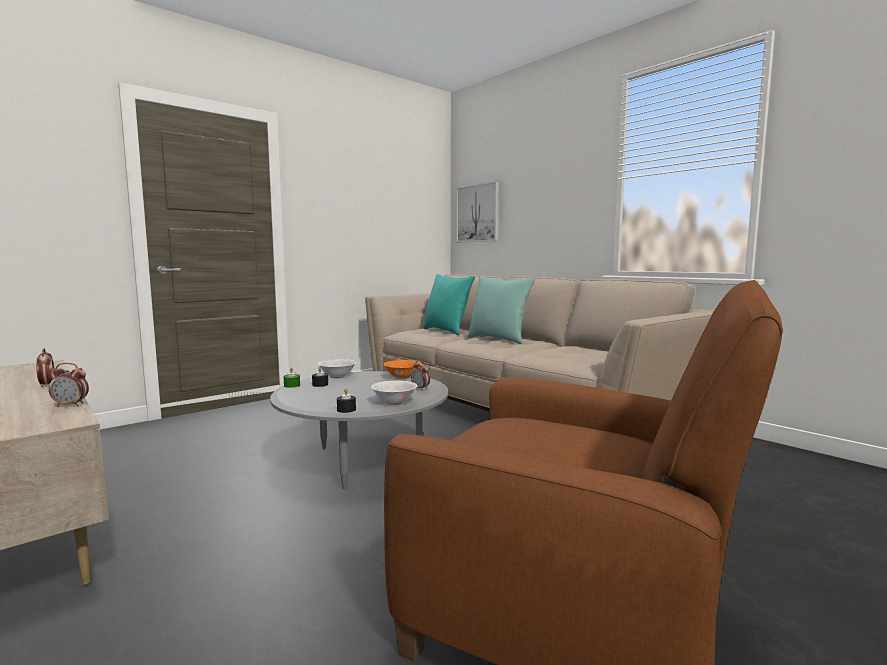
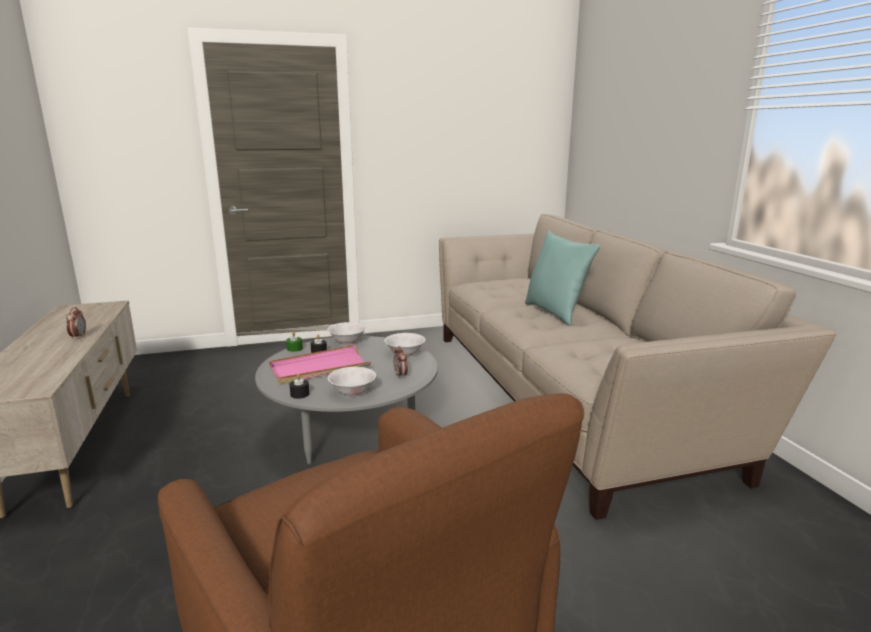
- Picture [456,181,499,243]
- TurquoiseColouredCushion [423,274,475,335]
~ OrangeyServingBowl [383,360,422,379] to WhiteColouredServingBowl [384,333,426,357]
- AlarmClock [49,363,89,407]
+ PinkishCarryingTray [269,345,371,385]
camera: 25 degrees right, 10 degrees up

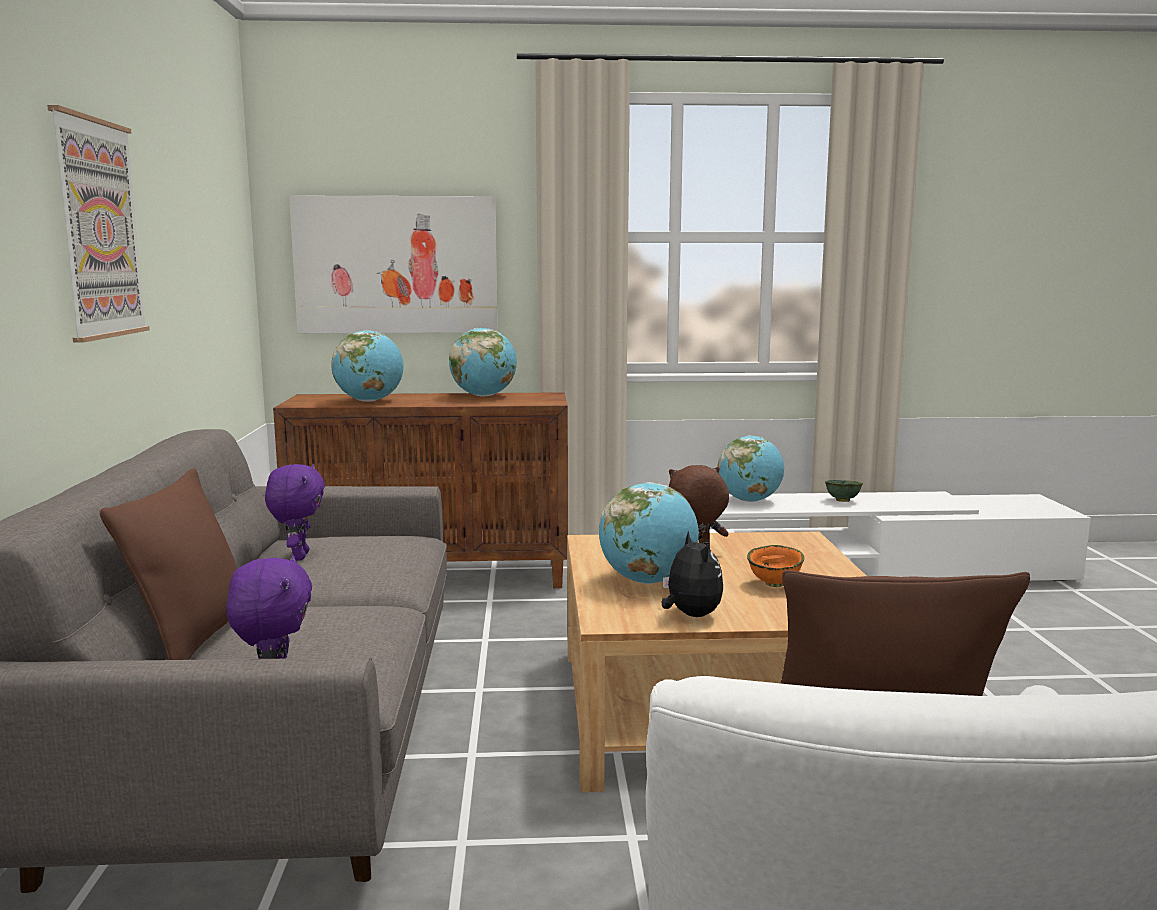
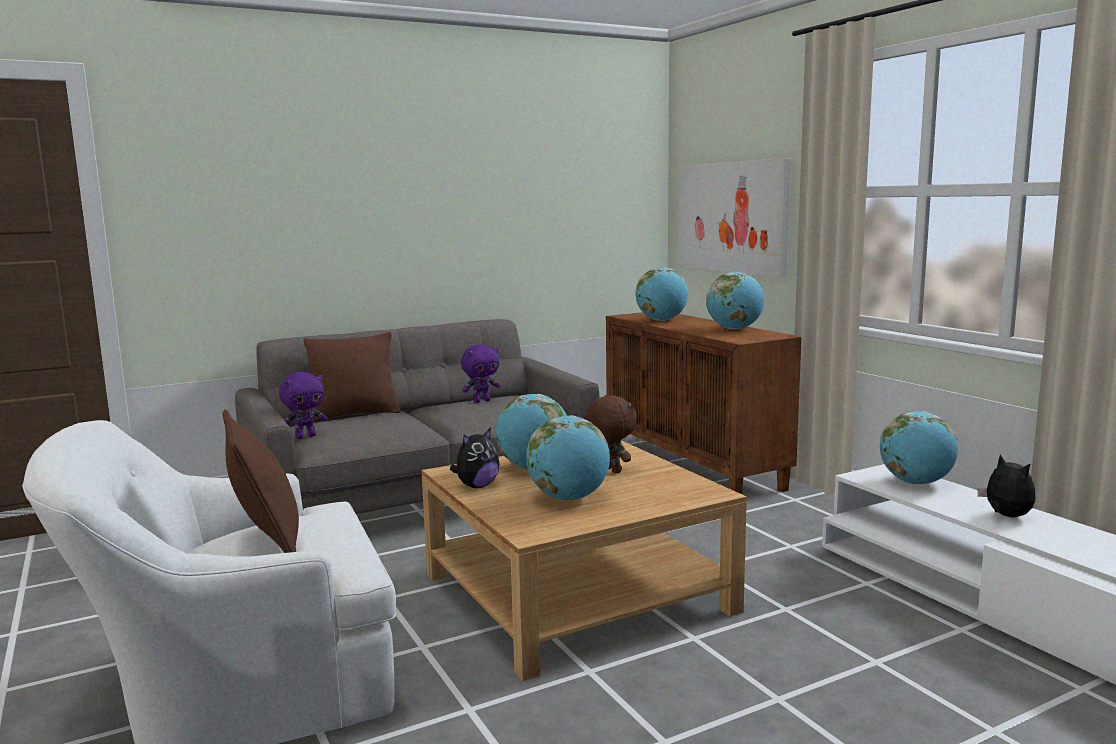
- Picture [47,105,150,343]
~ GreenColouredServingBowl [825,480,863,502] to PlushToy [978,454,1035,517]
~ OrangeyServingBowl [747,545,804,587] to Globe [526,415,610,501]
camera: 65 degrees right, 0 degrees up

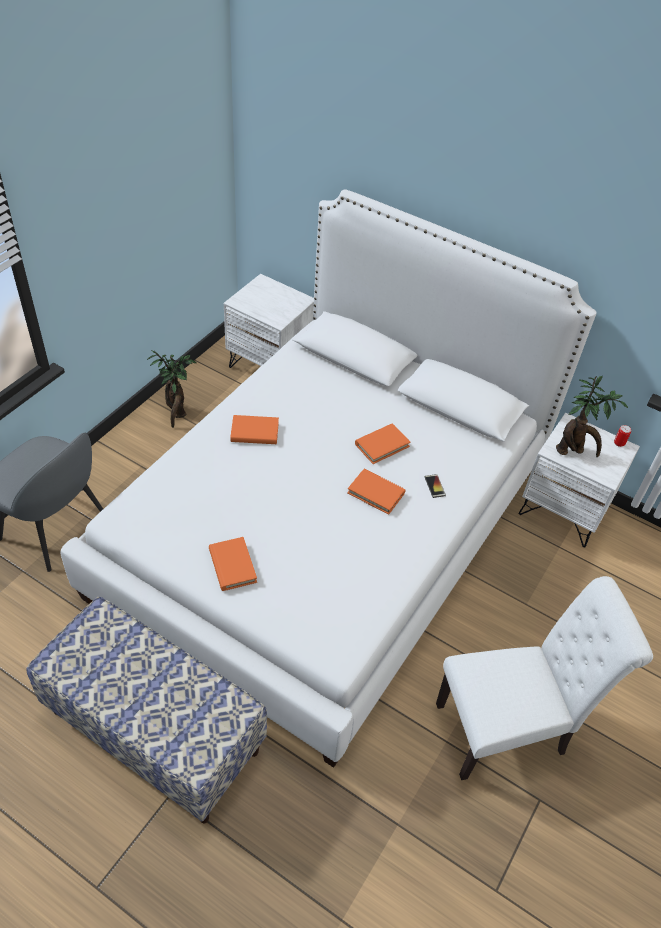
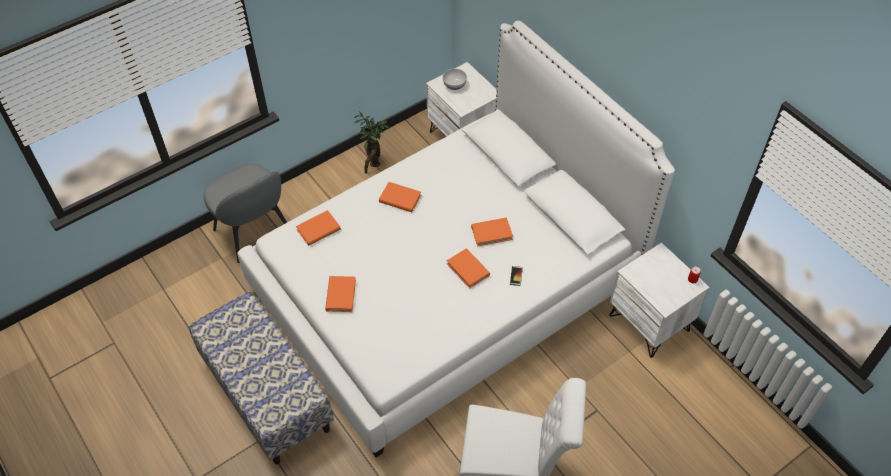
- Houseplant [556,376,628,457]
+ ServingBowl [443,69,467,90]
+ OrangeyVolume [296,210,341,246]
camera: 25 degrees right, 5 degrees up

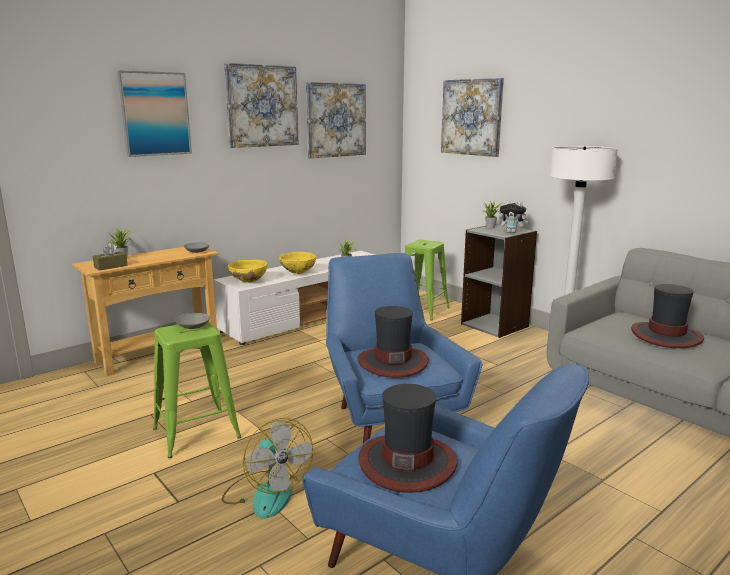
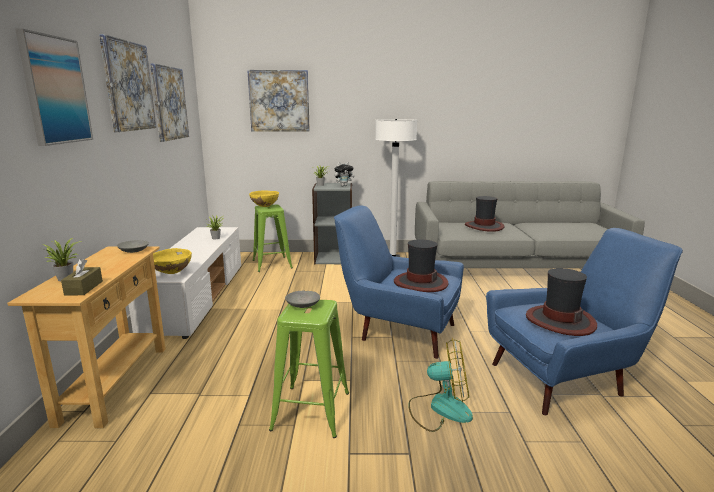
~ YellowishServingBowl [279,252,316,274] to [249,190,279,207]
camera: 50 degrees left, 0 degrees up

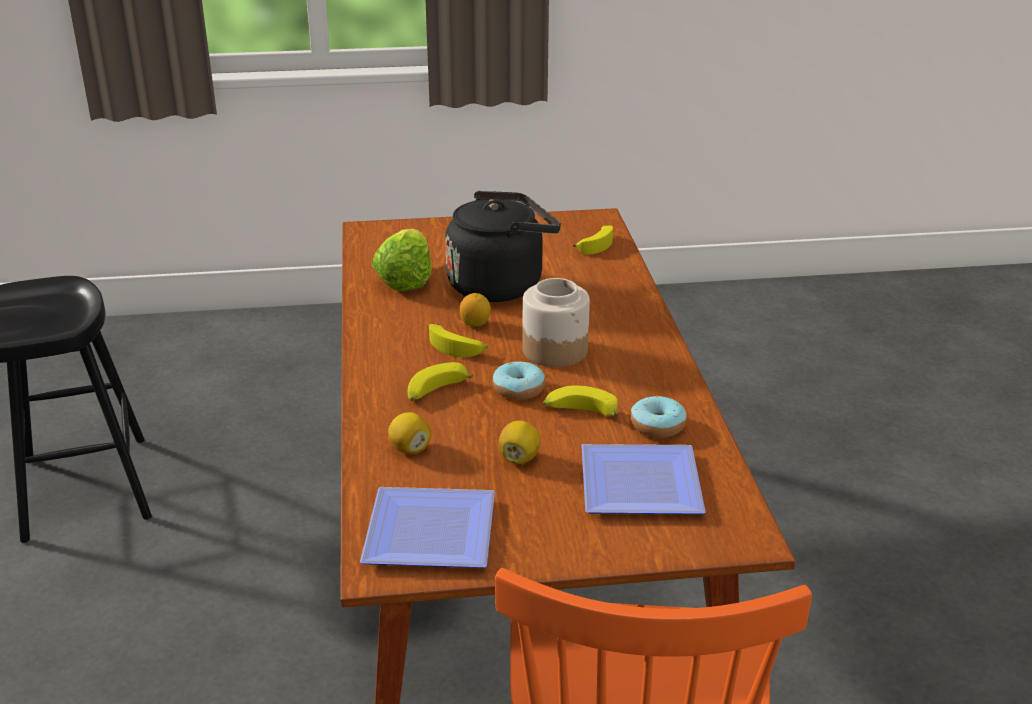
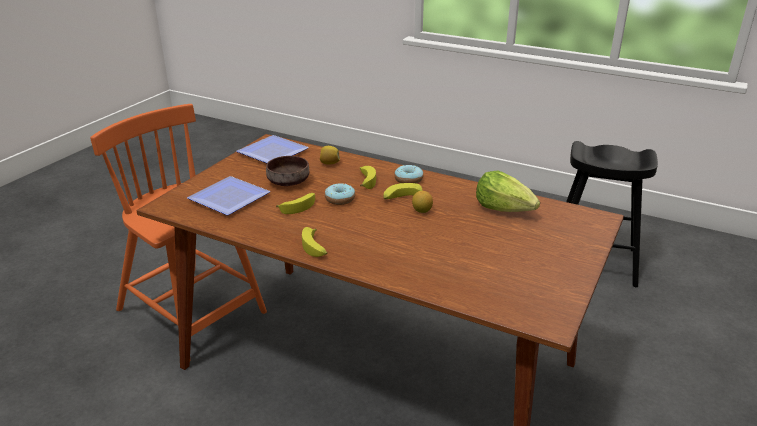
- BlackKettle [445,191,561,302]
~ Banana [573,225,613,255] to [302,227,327,257]
- StorageJar [523,278,590,367]
~ RingDoughnut [631,396,686,438] to [394,165,423,184]
~ Lemon [498,421,541,464] to BrownColouredServingBowl [266,156,309,186]
camera: 125 degrees right, 0 degrees up

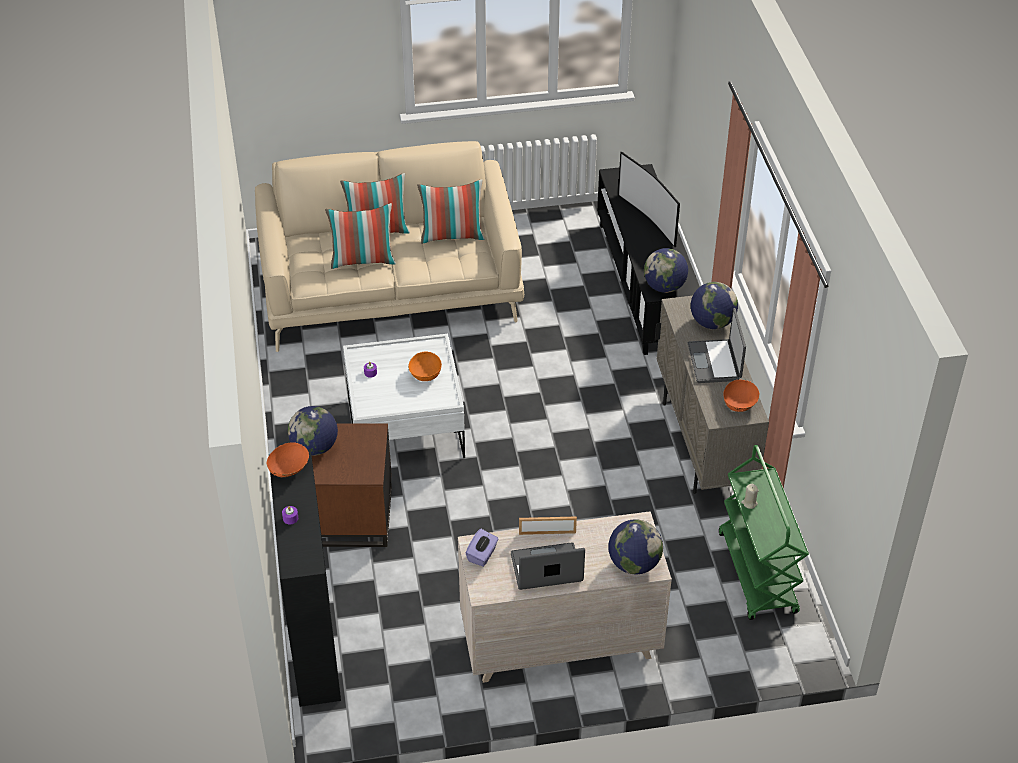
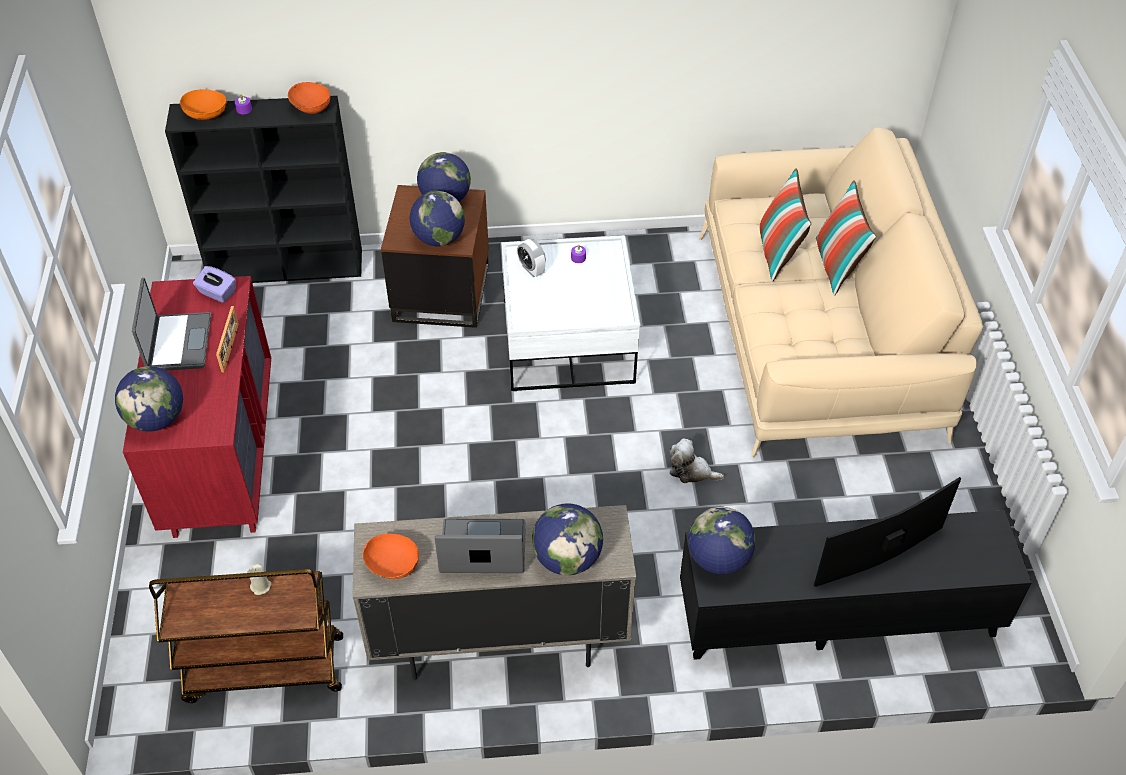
- Cushion [417,179,485,244]
~ OrangeyServingBowl [408,351,442,381] to [180,89,227,120]
~ GreenColouredCart [719,445,809,620] to BrownColouredCart [149,569,343,703]
~ SandColouredDrawerChest [458,511,672,683] to RedDrawerChest [123,276,271,538]
+ Globe [410,191,465,246]
+ AlarmClock [517,239,546,277]
+ PlushToy [670,438,724,483]
camera: 95 degrees right, 5 degrees up

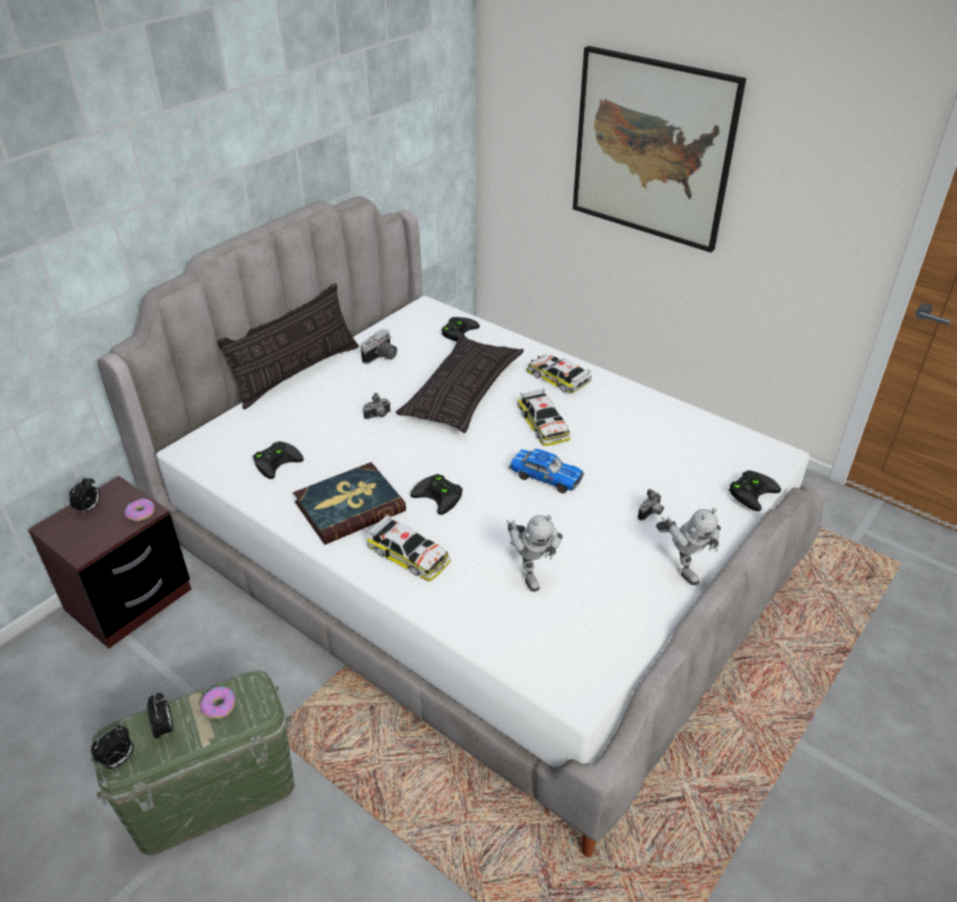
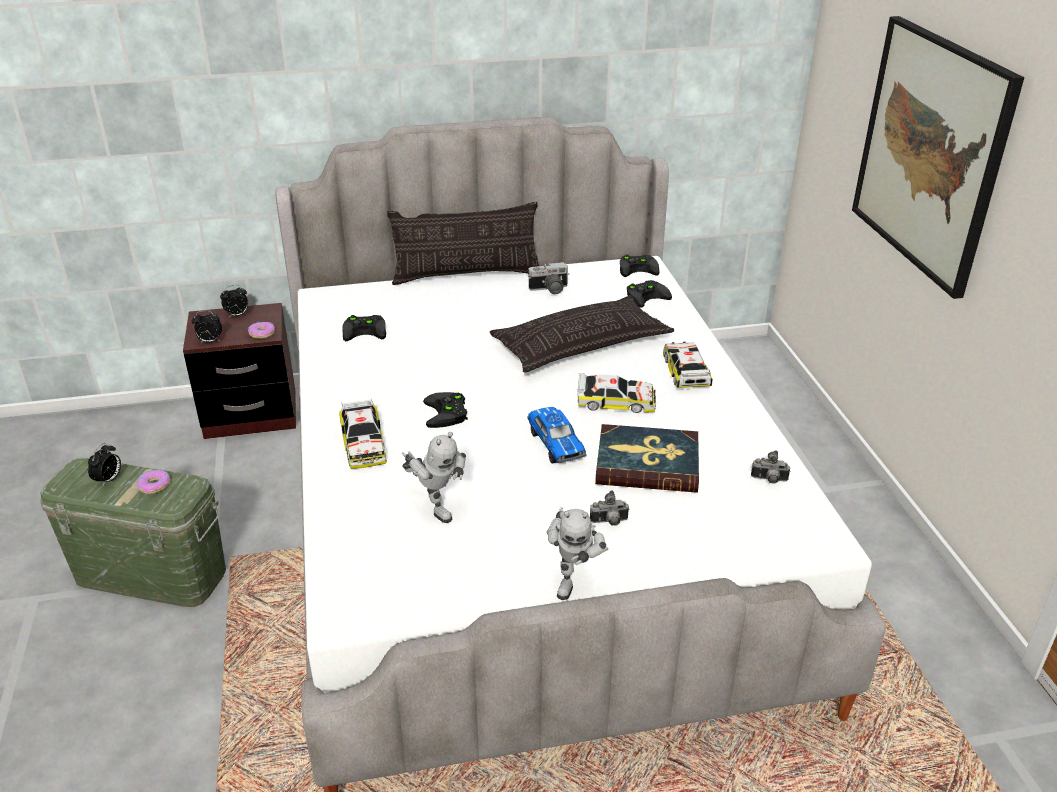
~ ToyCar [518,388,570,446] = [577,373,656,413] 105 degrees counterclockwise
~ StillCamera [363,393,391,419] to [751,450,790,484]
~ Volume [293,462,406,545] to [595,424,699,493]
~ BlackGameController [728,470,781,511] to [620,254,659,277]
~ ToyRobot [507,515,563,592] = [402,432,466,523] 60 degrees counterclockwise
~ AlarmClock [91,726,134,770] to [192,310,222,343]
camera: 40 degrees right, 5 degrees down

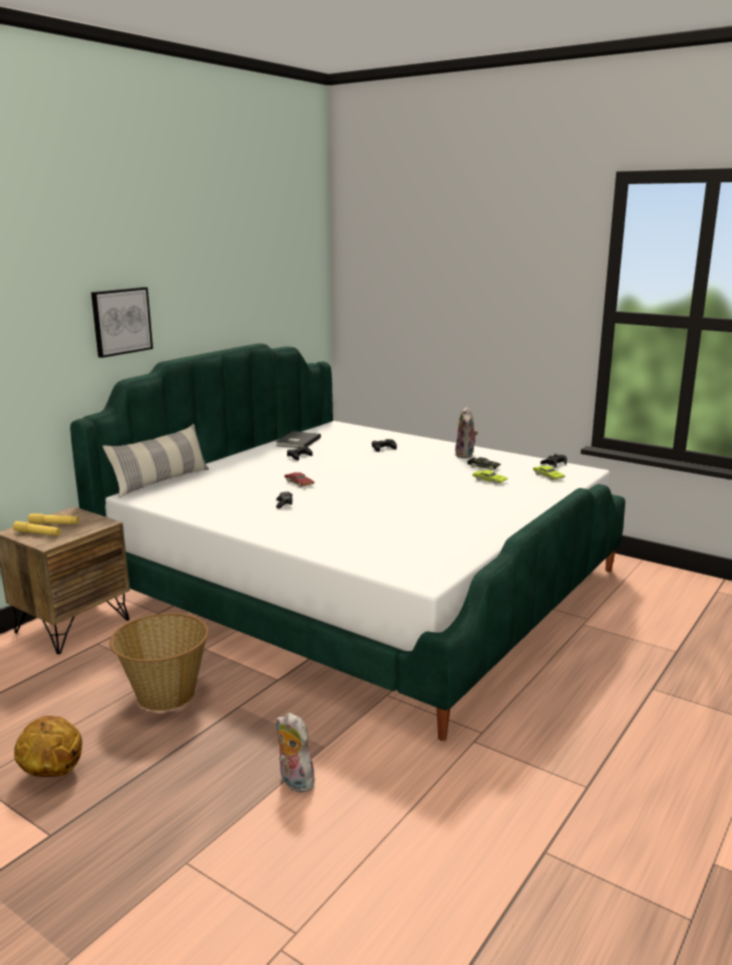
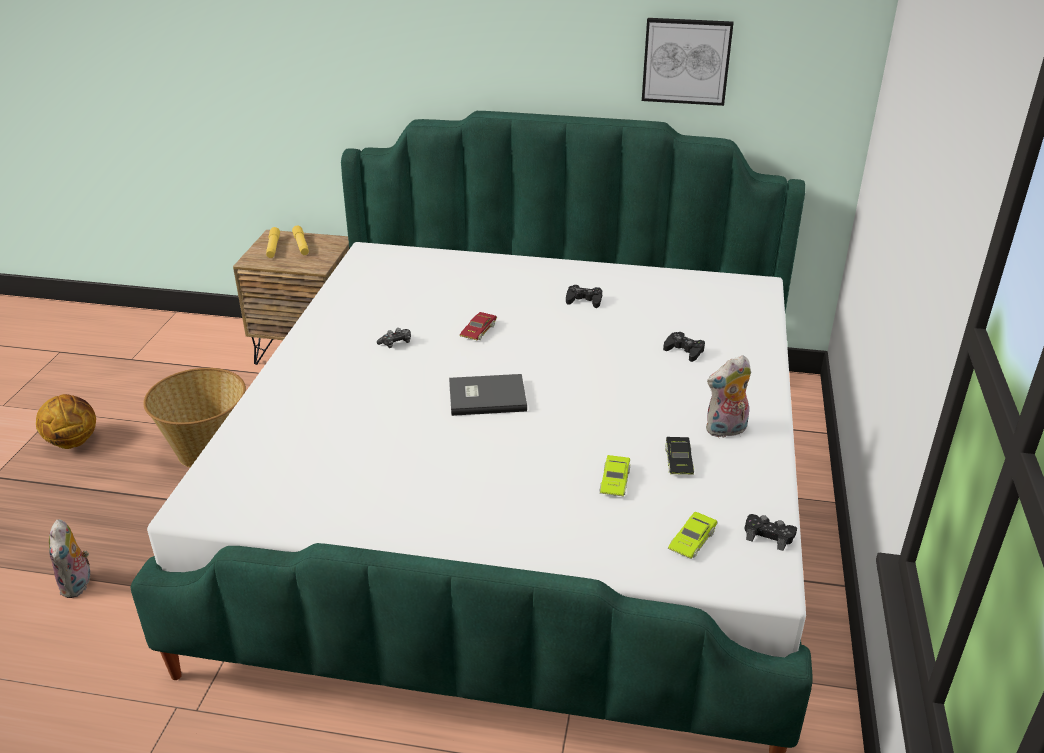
~ Picture [91,287,153,358] to [642,18,733,106]
- Cushion [102,424,209,498]
~ GreyVolume [276,431,321,448] to [449,374,527,416]
~ PlushToy [276,713,318,792] = [49,519,91,598] 150 degrees clockwise
camera: 65 degrees right, 15 degrees up

